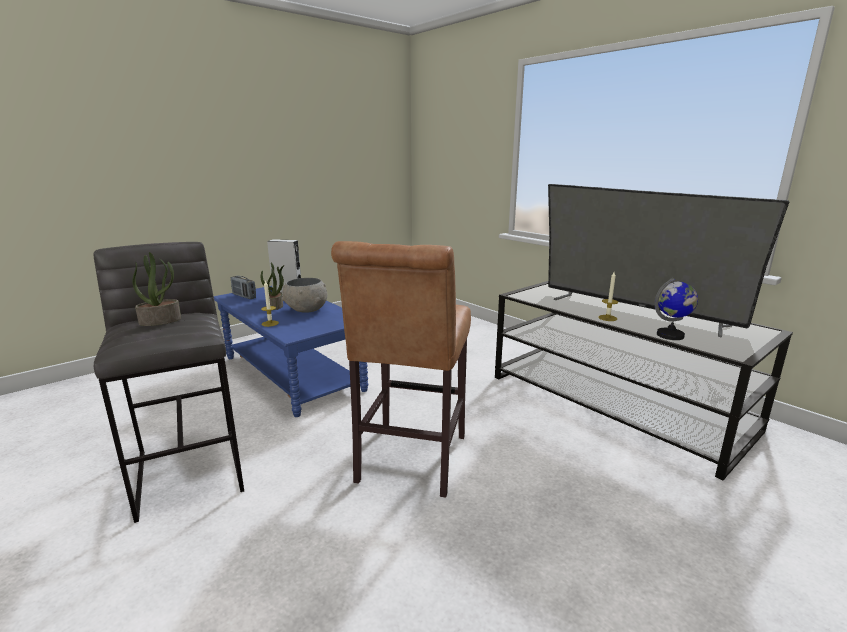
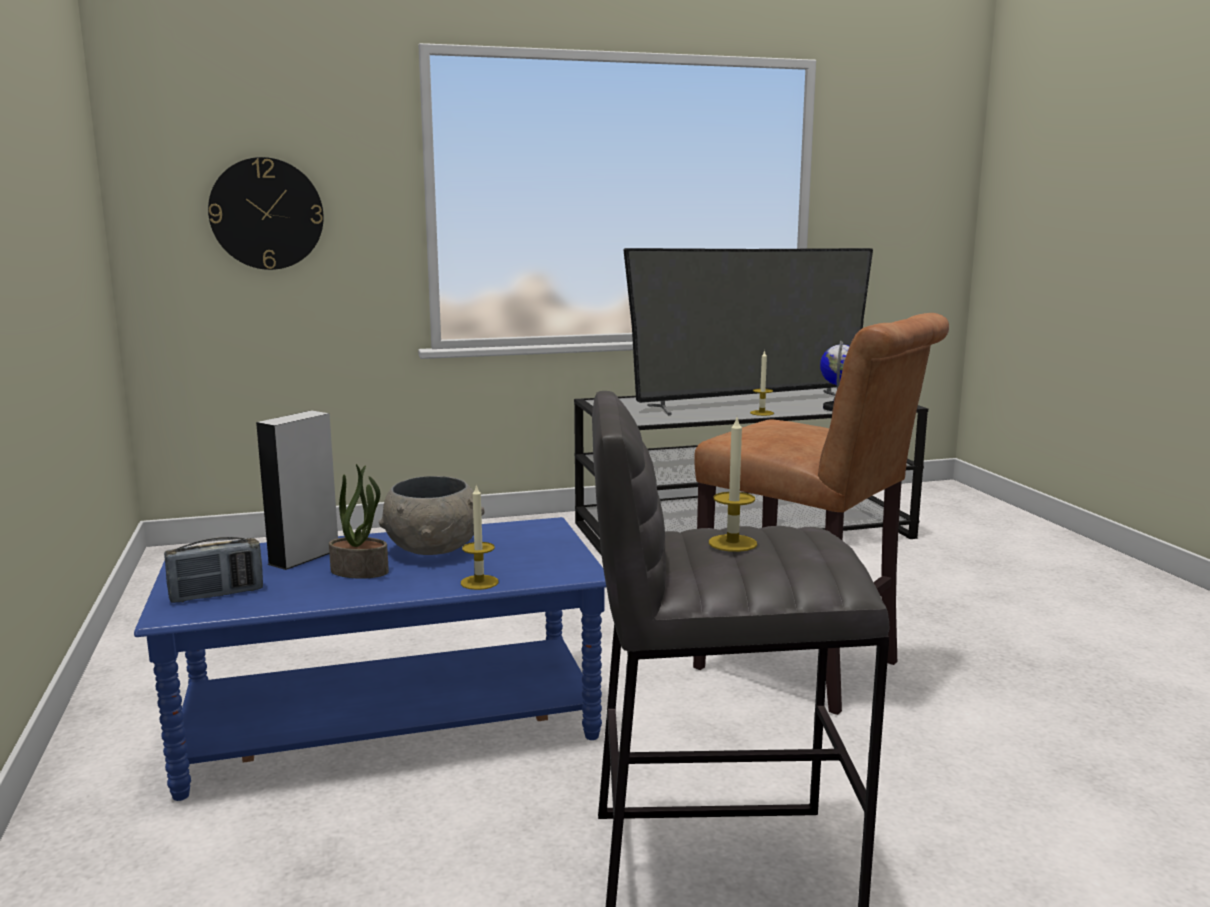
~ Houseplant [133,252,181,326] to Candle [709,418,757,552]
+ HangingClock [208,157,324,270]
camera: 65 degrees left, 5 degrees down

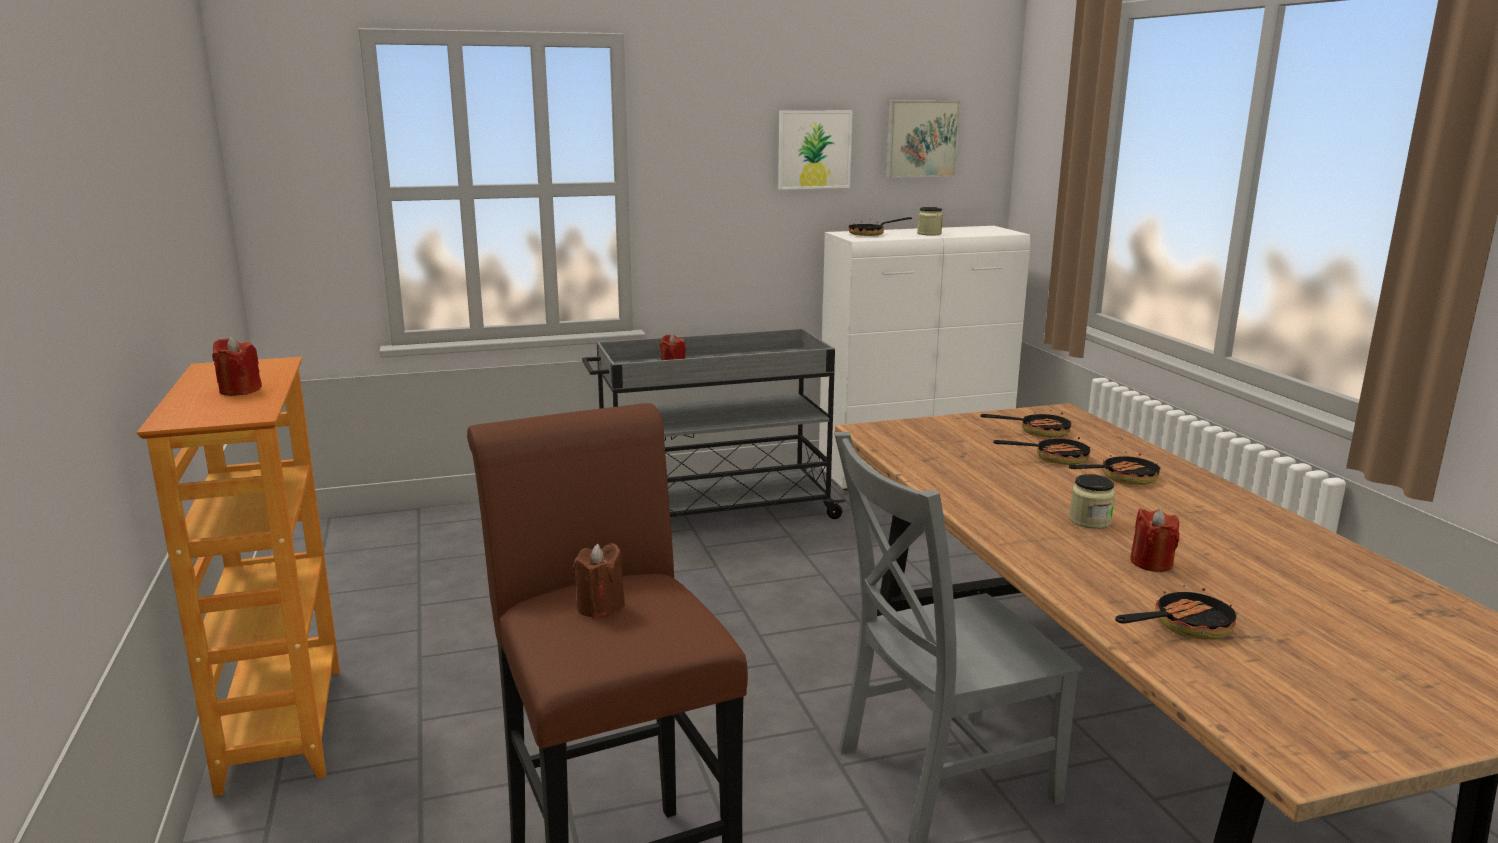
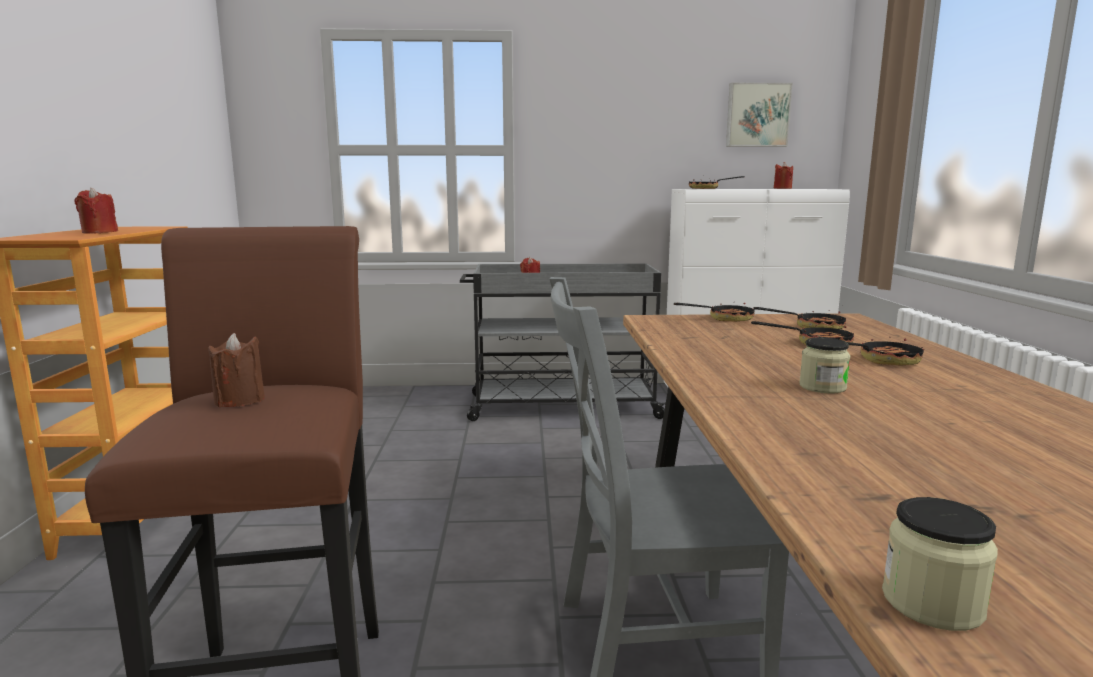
- Picture [778,111,853,190]
~ StorageJar [917,207,943,236] to [882,497,998,631]
~ RedCandle [1130,508,1179,572] to [774,162,793,189]
~ Pan [1115,585,1238,640] to [674,303,755,322]
camera: 15 degrees right, 5 degrees down

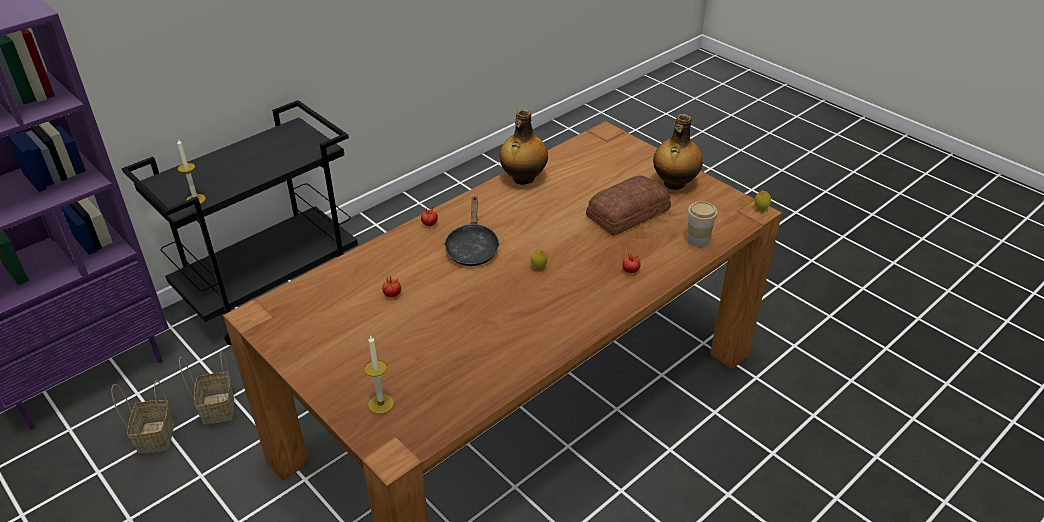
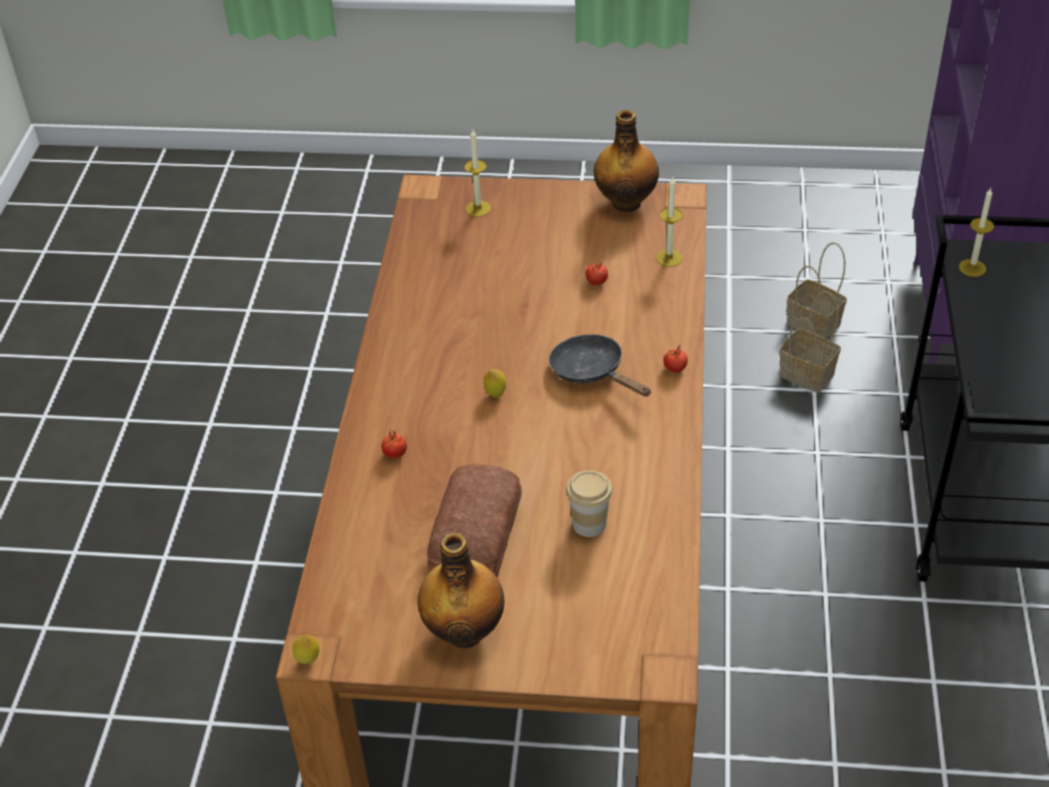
~ DrinkBottle [499,109,548,185] to [594,110,659,212]
~ SmallCup [687,201,718,247] to [566,470,612,537]
+ Candle [656,177,683,267]
camera: 140 degrees right, 5 degrees up

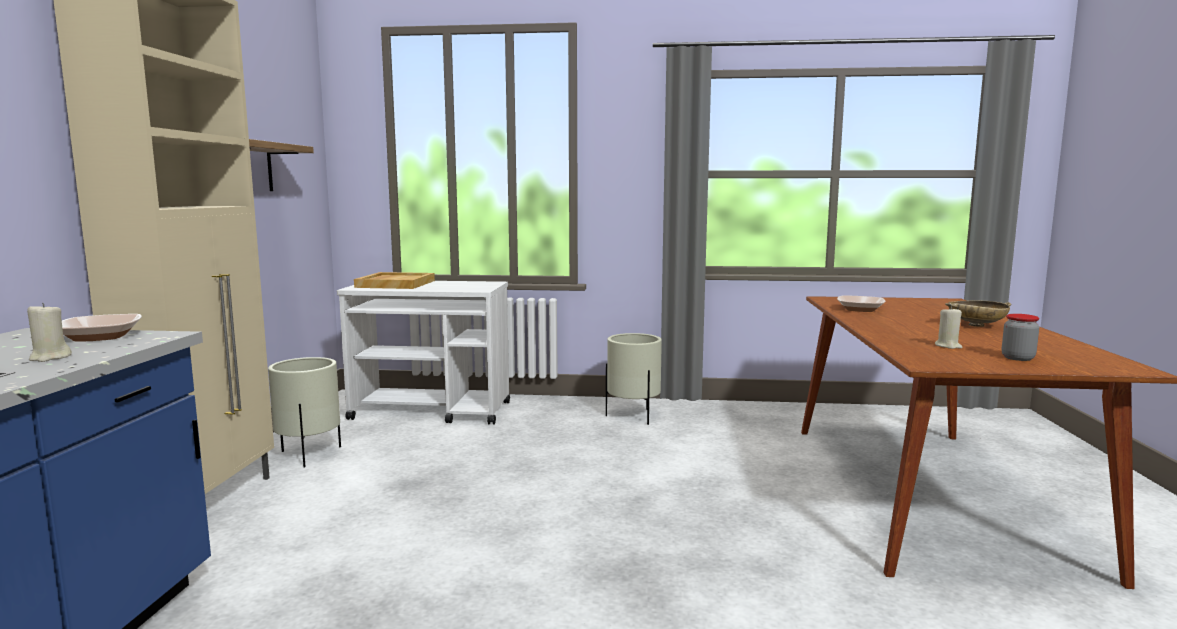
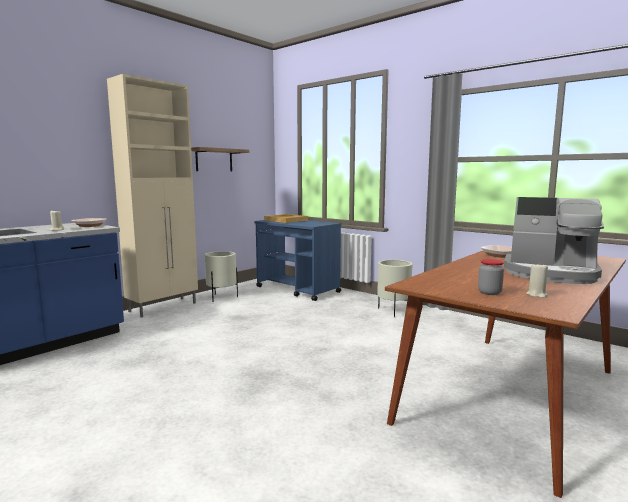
~ WhiteColouredCart [337,281,510,425] to BluishCart [254,220,342,301]
~ SandColouredServingBowl [945,300,1011,327] to CoffeeBrewer [504,197,604,284]
~ SandColouredCandle [935,306,963,349] to [527,262,548,298]
camera: 35 degrees right, 0 degrees up

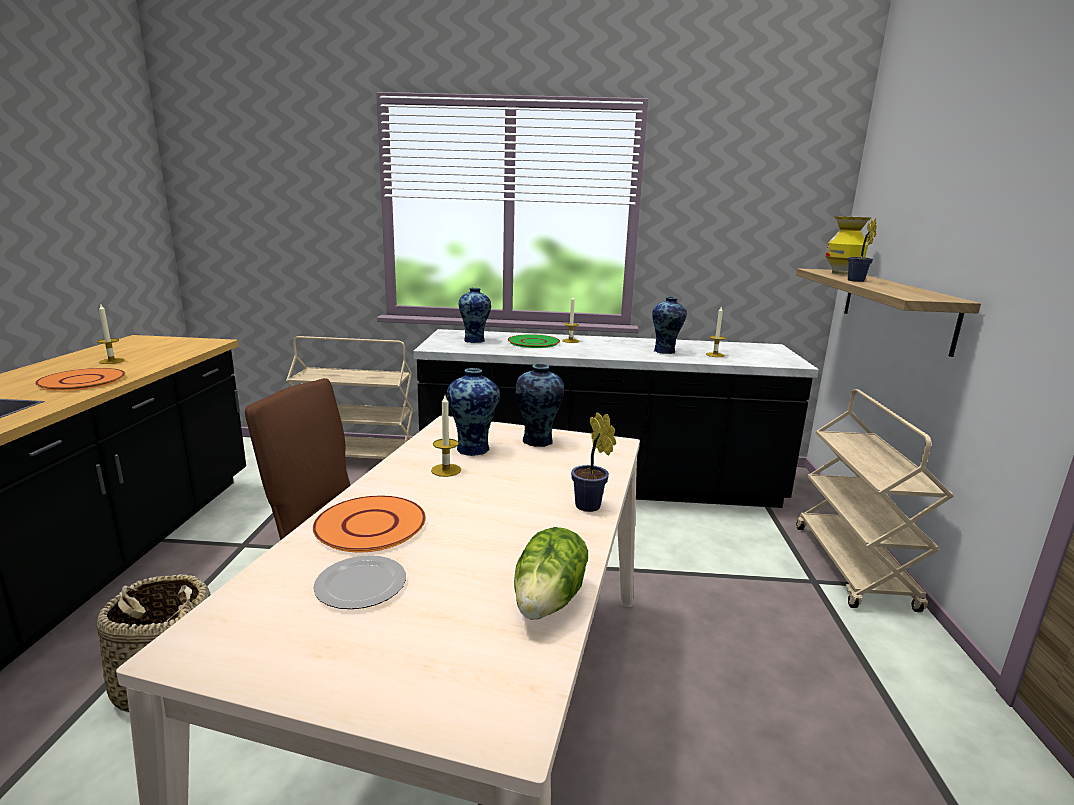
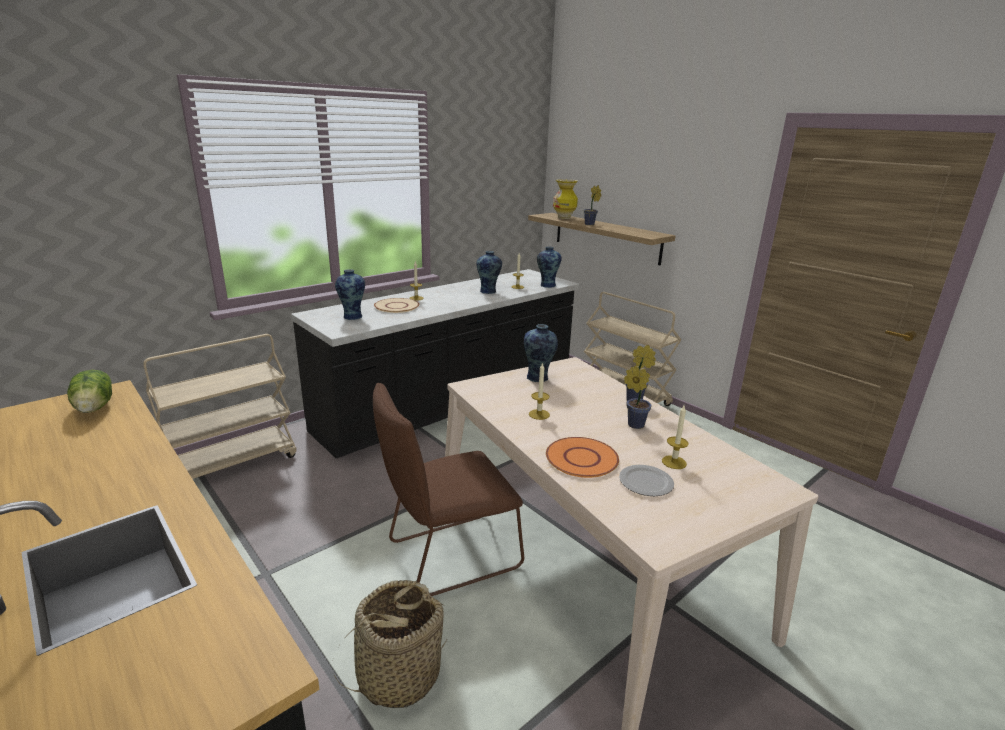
~ Candle [97,304,125,364] to [662,405,689,469]
~ GreenColouredDinnerPlate [508,334,560,348] to SandColouredDinnerPlate [374,298,419,313]
- OrangeyDinnerPlate [35,368,125,391]
~ DecorativeVase [447,368,500,456] to [537,247,562,288]
~ Lettuce [514,527,588,620] to [67,370,112,413]
+ Houseplant [624,366,652,429]
camera: 45 degrees left, 5 degrees up

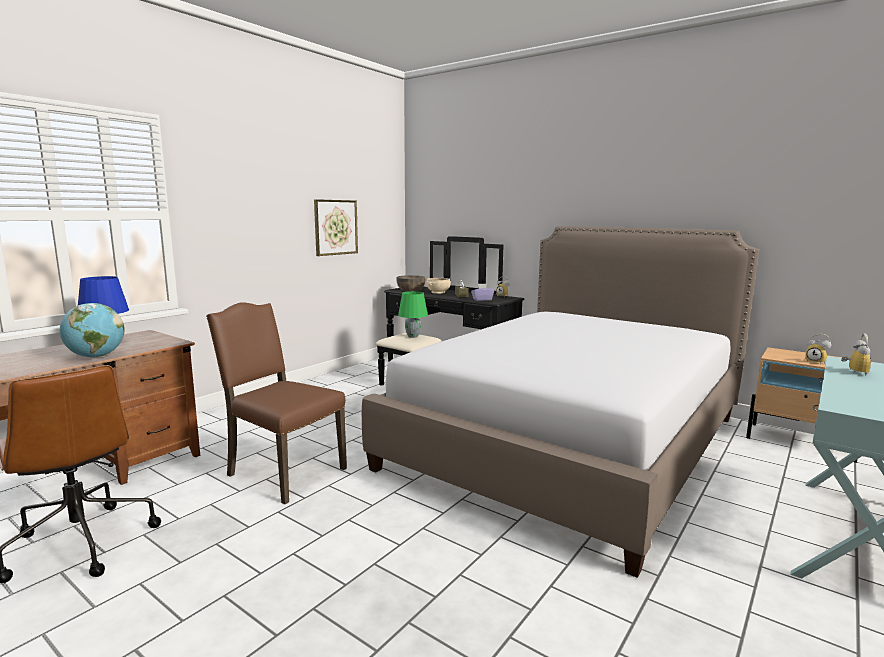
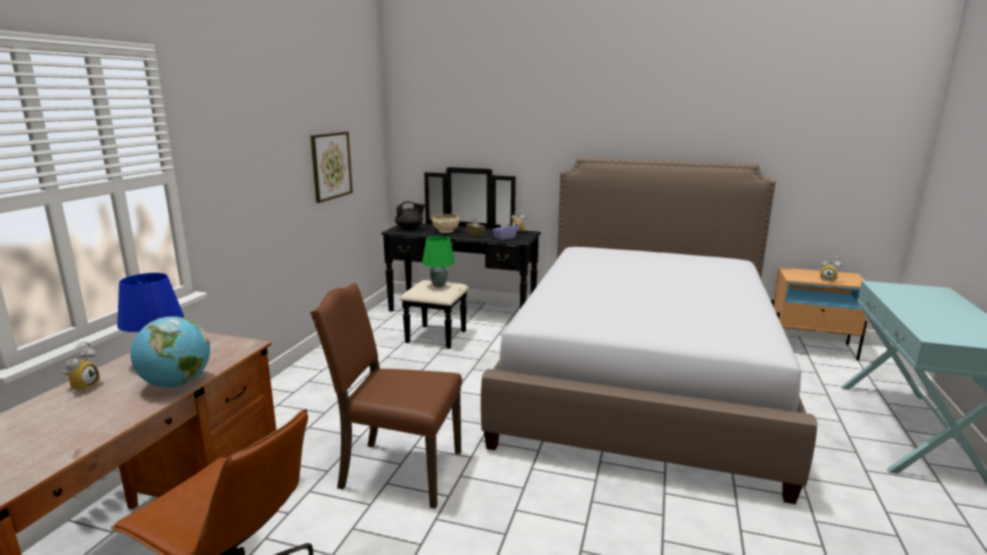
~ BrownColouredServingBowl [397,275,425,291] to BlackTeapot [395,201,425,230]
~ AlarmClock [841,333,871,376] to [62,342,100,392]
camera: 20 degrees left, 5 degrees up

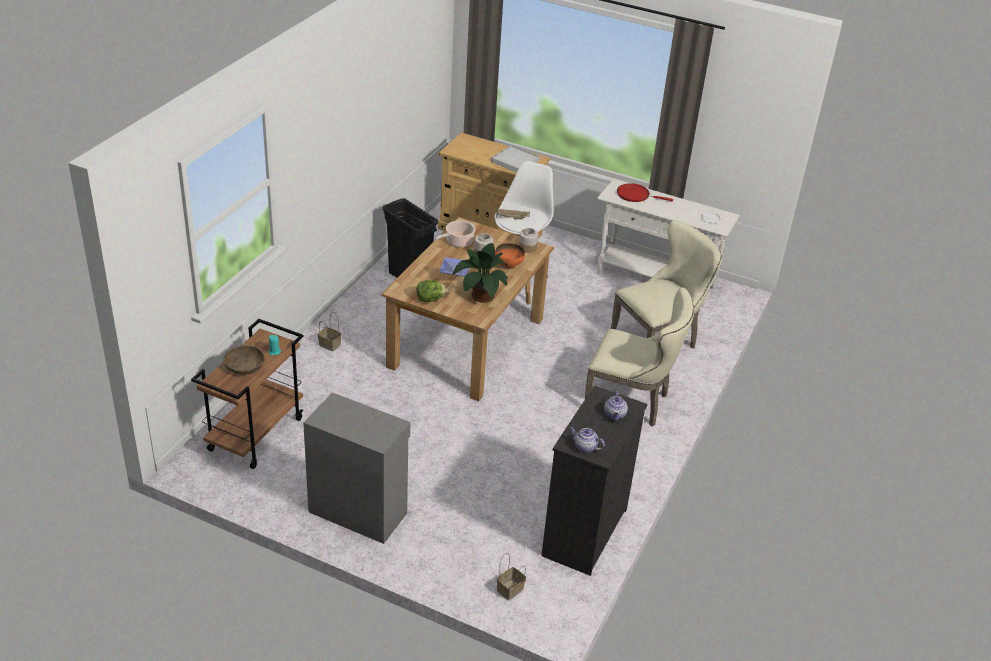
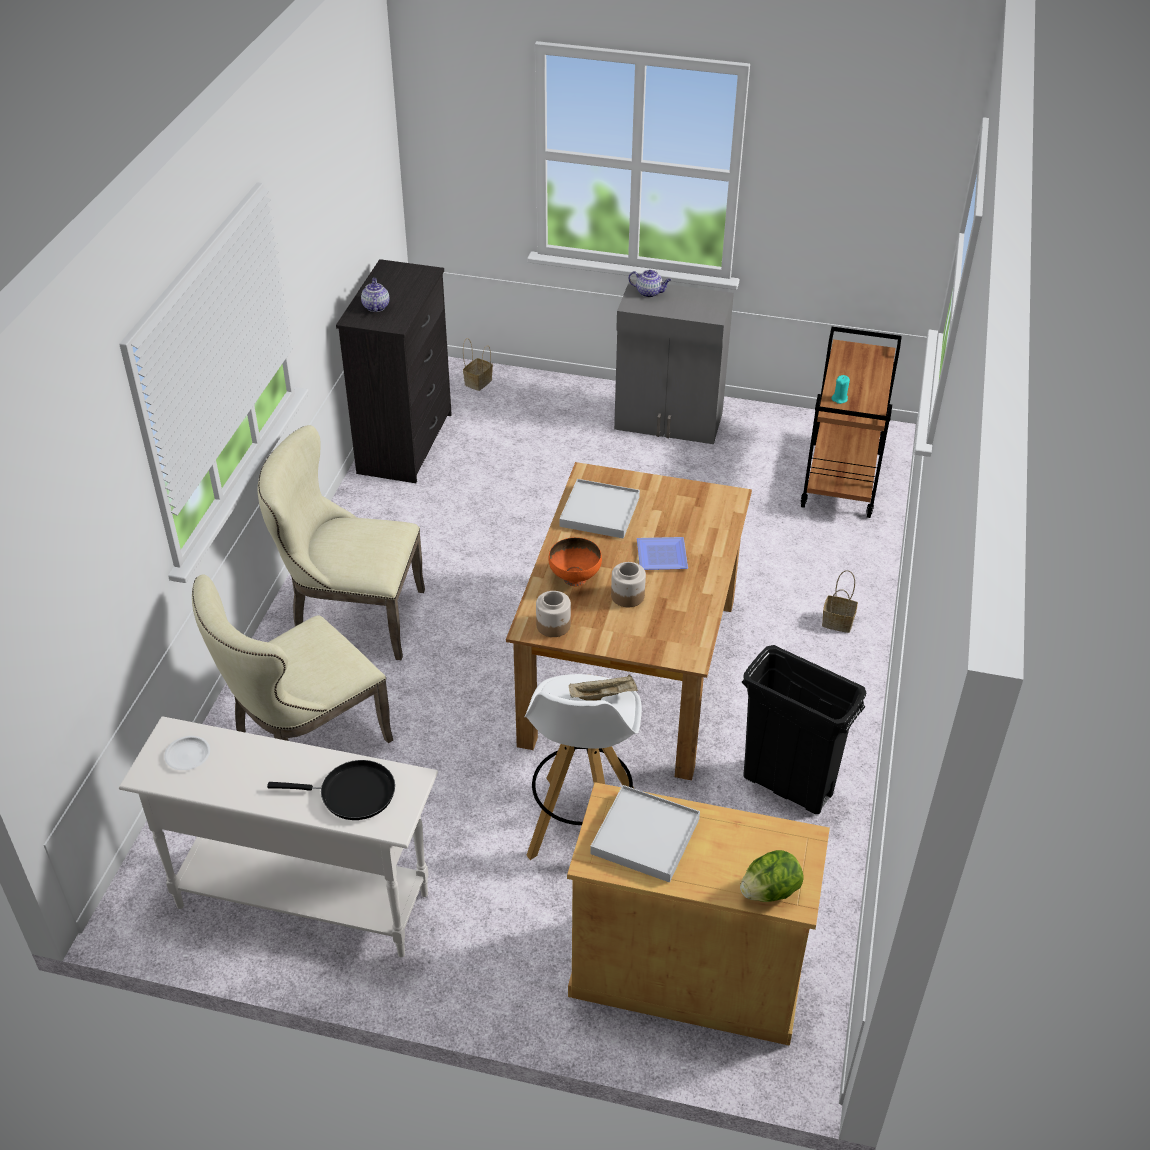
~ RedPan [617,183,673,202] to BlackPan [267,760,395,820]
- Saucepot [434,220,476,248]
~ Houseplant [452,243,508,303] to WhiteColouredCarryingTray [559,479,640,539]
~ Lettuce [416,280,447,302] to [740,850,803,902]
- BrownColouredServingBowl [223,345,265,375]
~ Teapot [569,426,605,453] to [629,270,671,298]
camera: 170 degrees right, 5 degrees up

